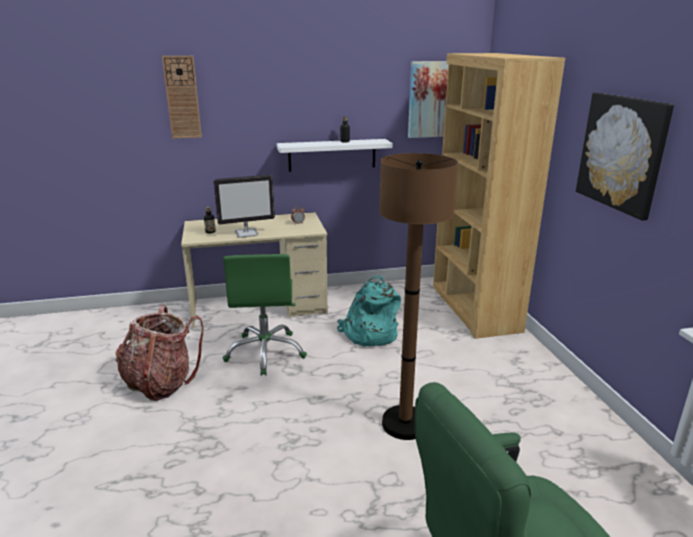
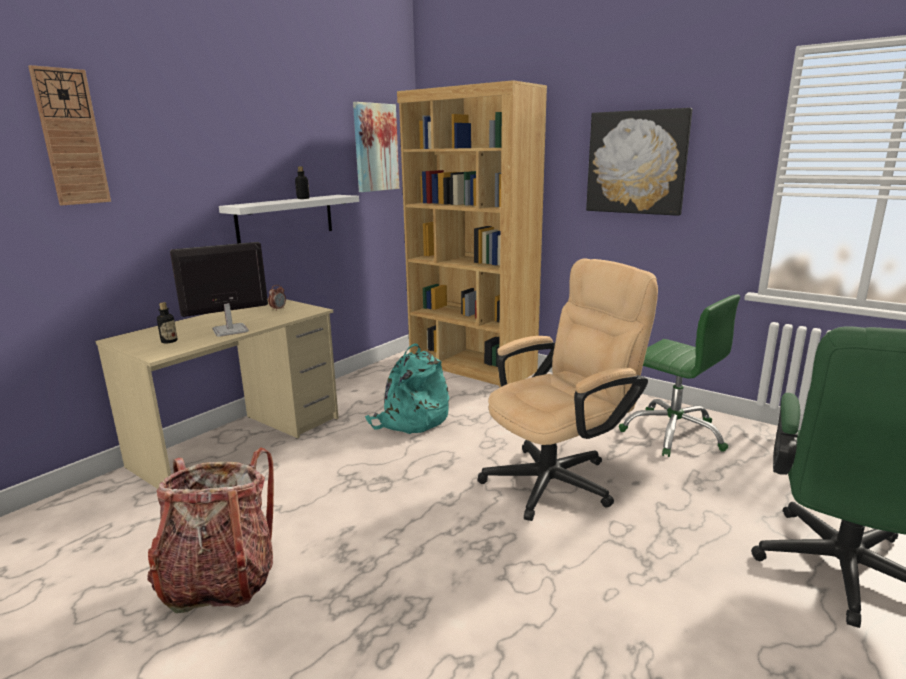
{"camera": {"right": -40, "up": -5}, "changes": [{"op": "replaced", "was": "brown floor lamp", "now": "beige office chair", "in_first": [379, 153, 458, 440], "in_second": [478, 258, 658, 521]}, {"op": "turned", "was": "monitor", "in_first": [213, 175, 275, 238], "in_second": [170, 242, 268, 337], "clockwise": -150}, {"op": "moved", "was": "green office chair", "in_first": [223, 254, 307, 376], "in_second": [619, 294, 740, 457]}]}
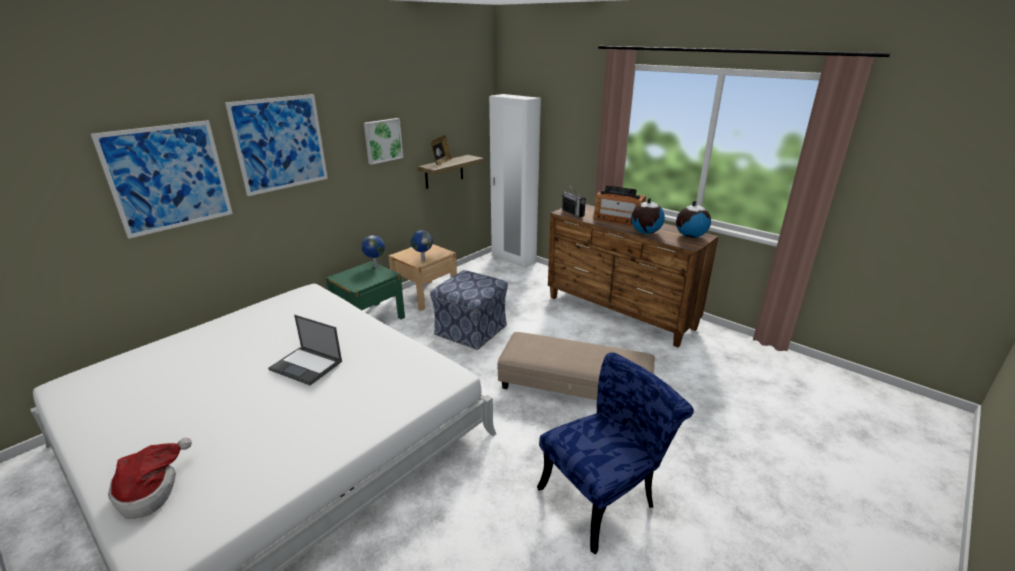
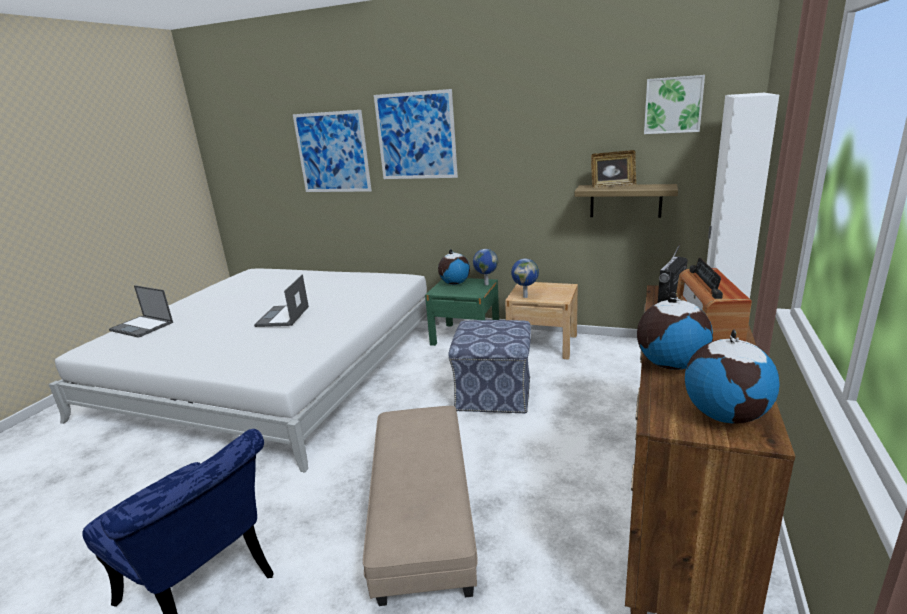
{"camera": {"right": 70, "up": -5}, "changes": [{"op": "moved", "was": "picture", "in_first": [364, 118, 403, 165], "in_second": [644, 75, 705, 134]}, {"op": "replaced", "was": "hat", "now": "laptop", "in_first": [108, 438, 192, 519], "in_second": [109, 285, 173, 338]}, {"op": "added", "now": "globe", "in_second": [438, 249, 470, 285]}]}
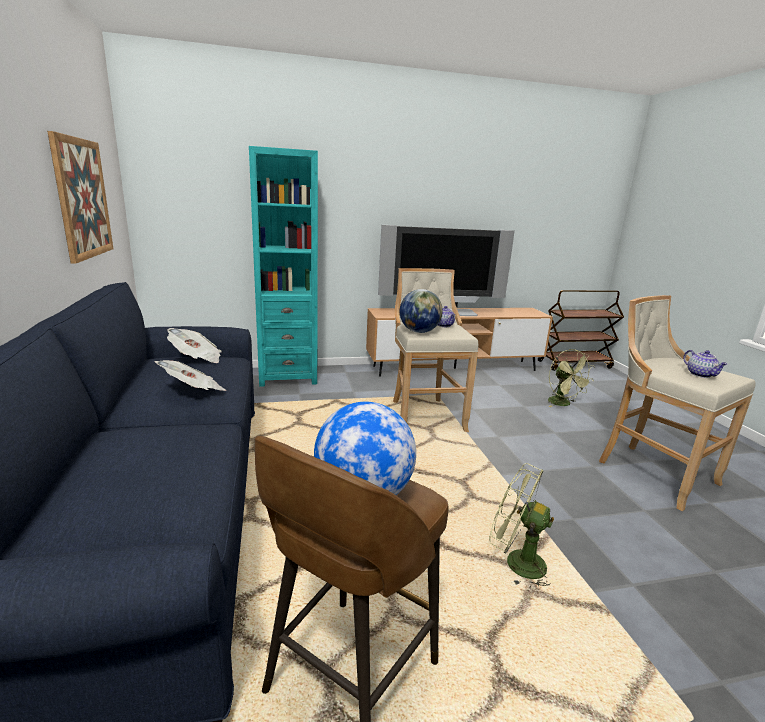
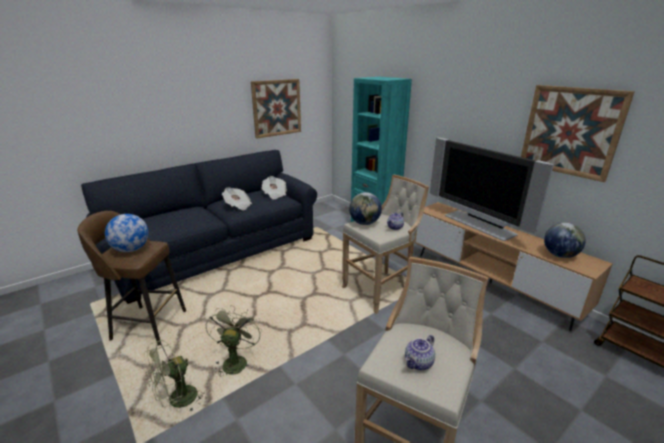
{"camera": {"right": 65, "up": 5}, "changes": [{"op": "moved", "was": "green fan", "in_first": [548, 349, 595, 407], "in_second": [144, 340, 205, 413]}, {"op": "added", "now": "picture", "in_second": [521, 85, 635, 182]}, {"op": "added", "now": "globe", "in_second": [544, 223, 586, 258]}]}
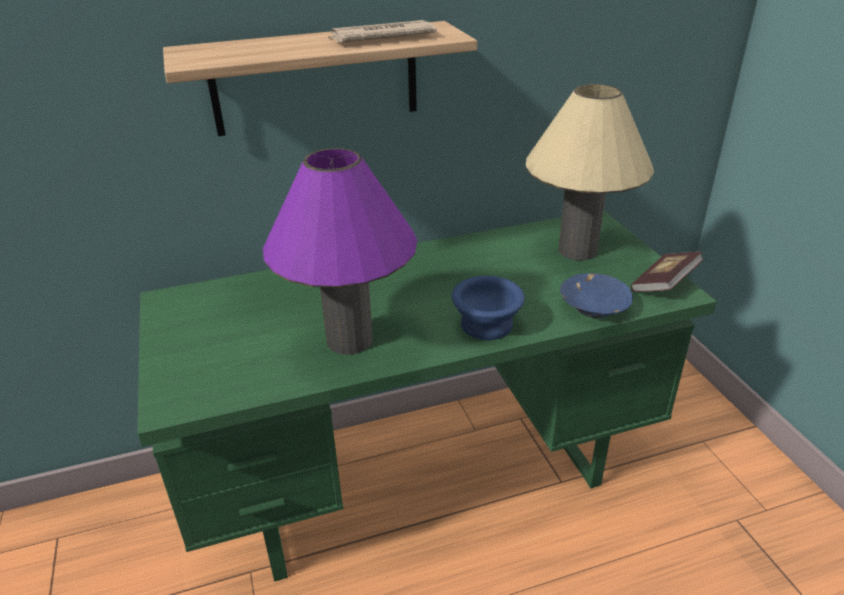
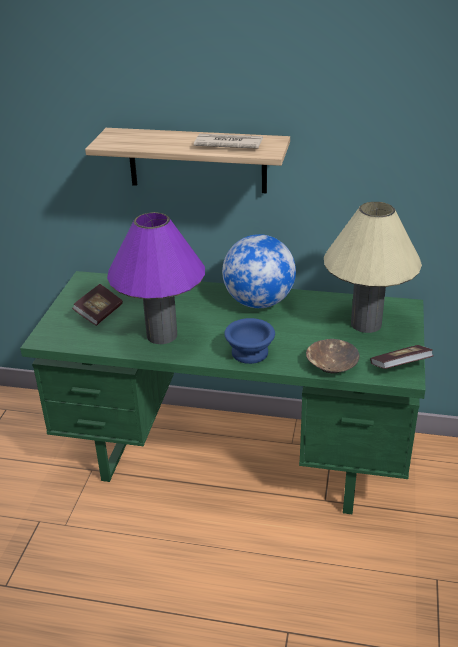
{"camera": {"right": 30, "up": 0}, "changes": [{"op": "recoloured", "was": "blue bowl", "now": "brown bowl", "in_first": [560, 273, 633, 318], "in_second": [306, 339, 360, 373]}, {"op": "added", "now": "globe", "in_second": [222, 234, 296, 308]}, {"op": "added", "now": "book", "in_second": [72, 284, 123, 326]}]}
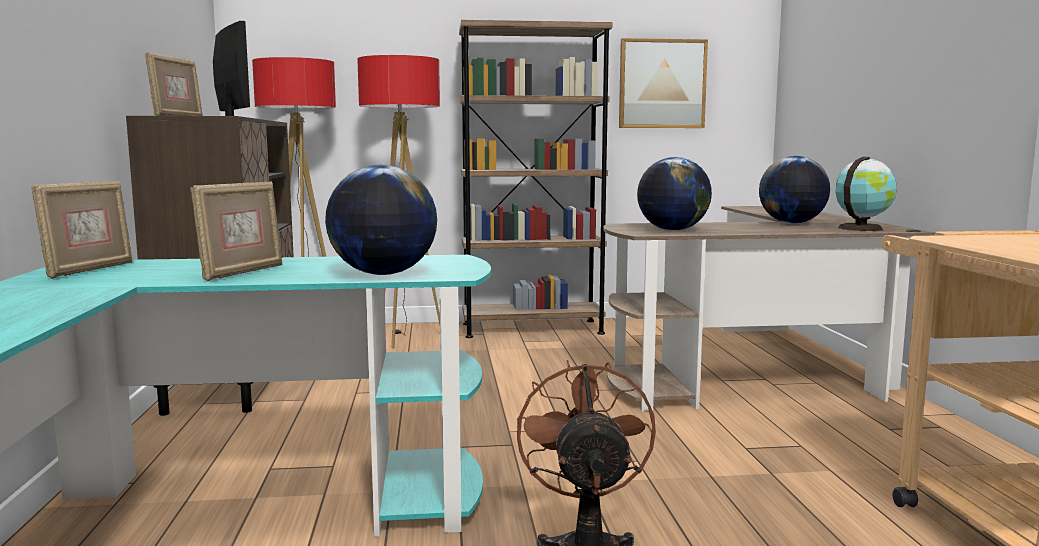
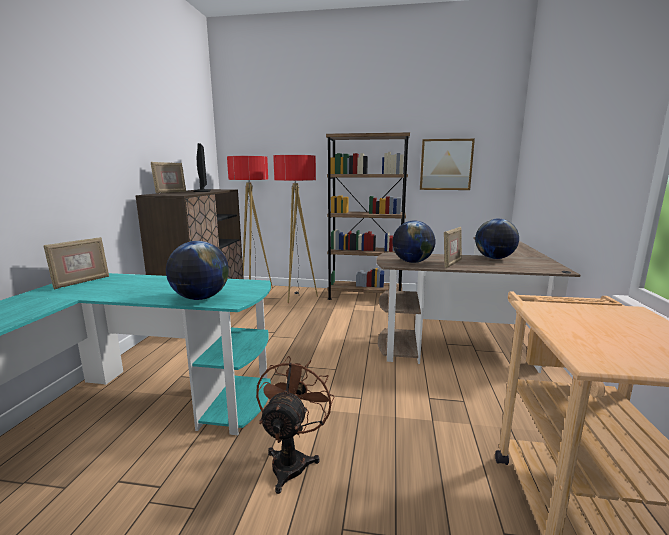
{"camera": {"right": 15, "up": 5}, "changes": [{"op": "removed", "was": "globe", "in_first": [835, 157, 897, 231]}, {"op": "moved", "was": "picture frame", "in_first": [191, 181, 283, 282], "in_second": [444, 226, 462, 268]}]}
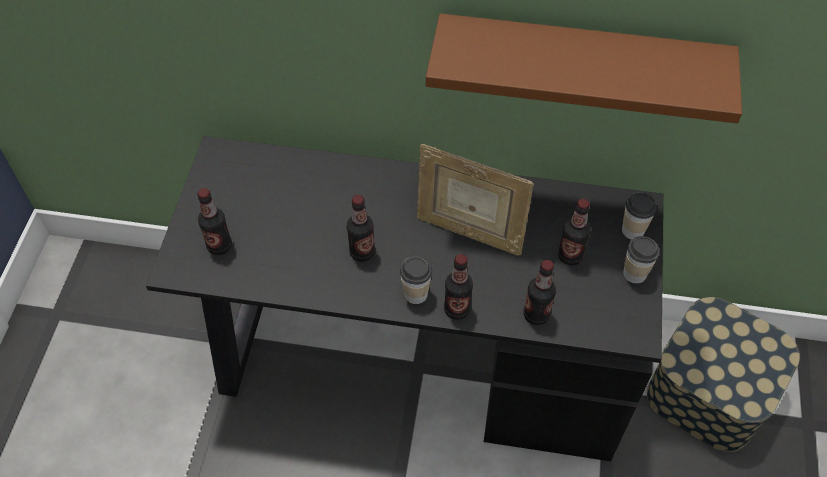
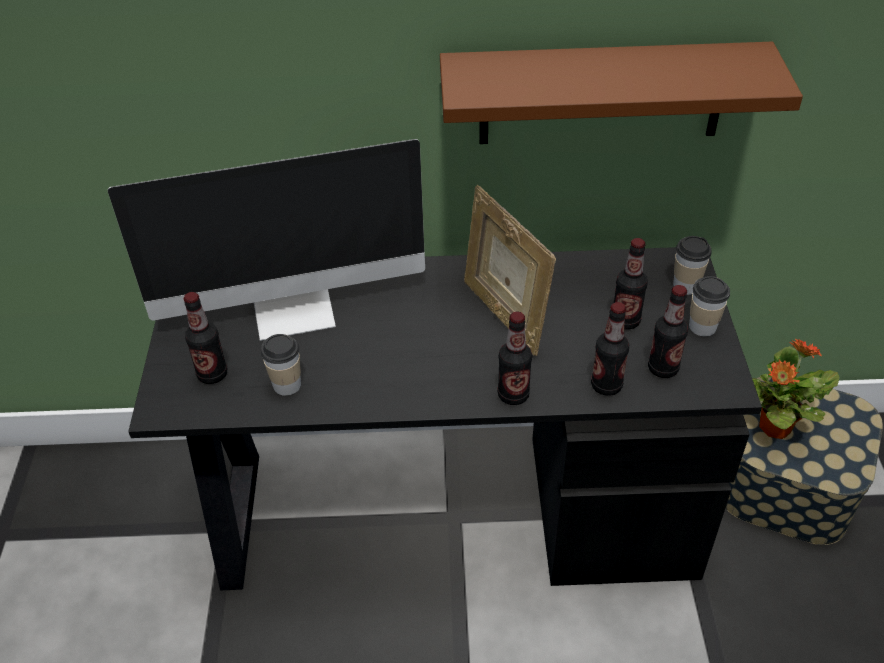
{"camera": {"right": -10, "up": -10}, "changes": [{"op": "turned", "was": "picture frame", "in_first": [417, 144, 534, 256], "in_second": [464, 185, 556, 356], "clockwise": 45}, {"op": "moved", "was": "bottle", "in_first": [347, 195, 375, 262], "in_second": [648, 285, 688, 378]}, {"op": "moved", "was": "cup", "in_first": [400, 256, 432, 304], "in_second": [261, 334, 301, 396]}, {"op": "added", "now": "monitor", "in_second": [108, 139, 425, 341]}, {"op": "added", "now": "potted plant", "in_second": [752, 339, 840, 439]}]}
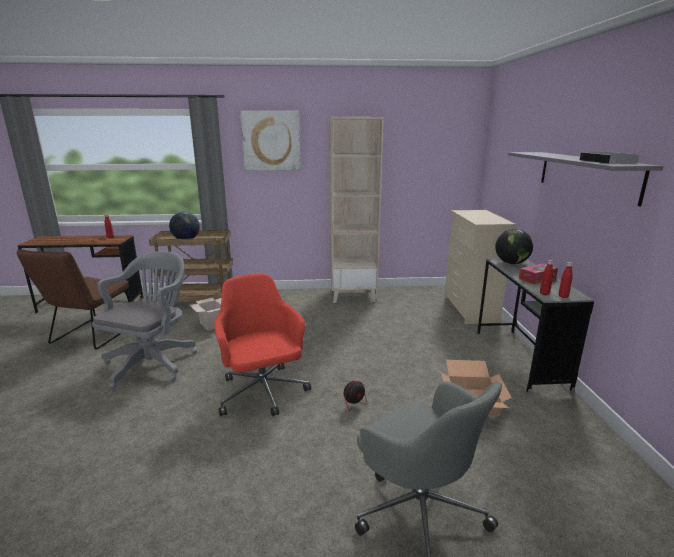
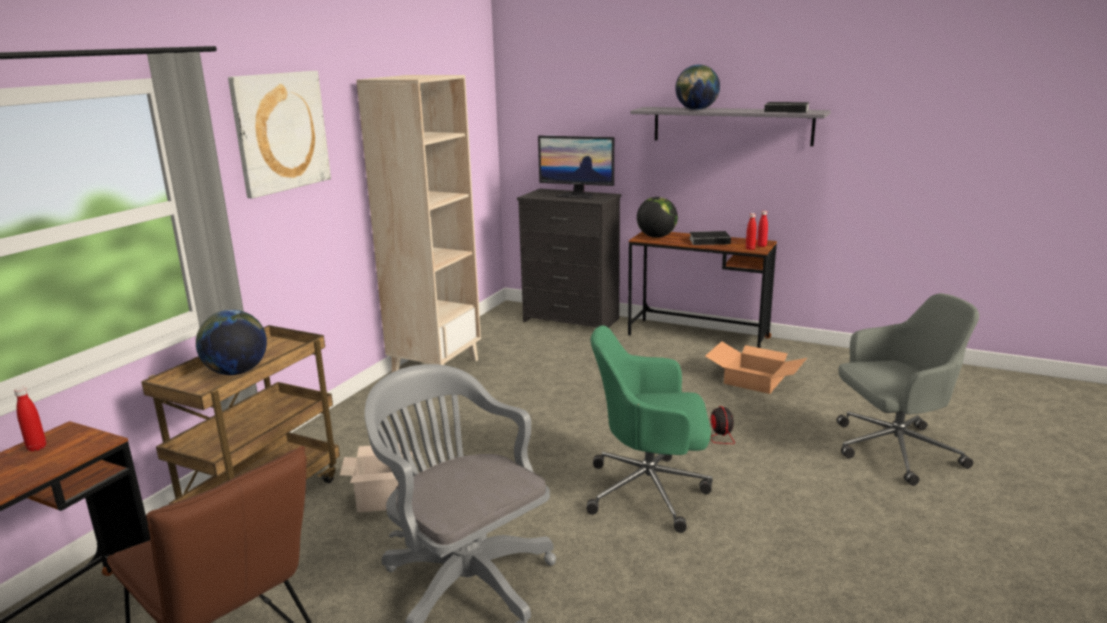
{"camera": {"right": -60, "up": 0}, "changes": [{"op": "recoloured", "was": "beige dresser", "now": "black dresser", "in_first": [444, 210, 516, 324], "in_second": [517, 189, 621, 328]}, {"op": "recoloured", "was": "grey desk", "now": "brown desk", "in_first": [477, 258, 594, 394], "in_second": [628, 232, 777, 348]}, {"op": "replaced", "was": "tissue box", "now": "book", "in_first": [519, 263, 558, 284], "in_second": [689, 231, 733, 245]}, {"op": "recoloured", "was": "red office chair", "now": "green office chair", "in_first": [214, 274, 311, 416], "in_second": [587, 325, 713, 533]}, {"op": "added", "now": "globe", "in_second": [675, 65, 720, 110]}, {"op": "added", "now": "monitor", "in_second": [538, 136, 614, 199]}]}
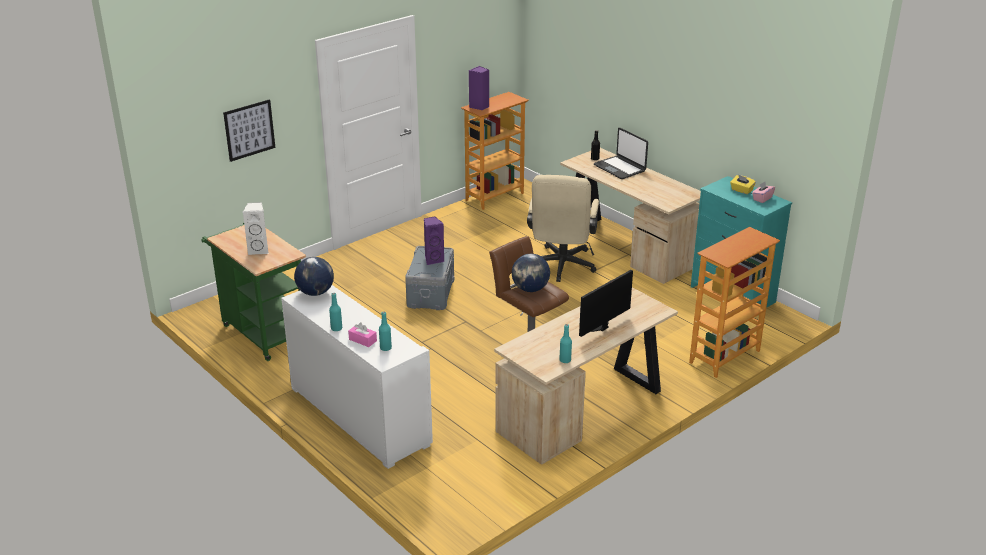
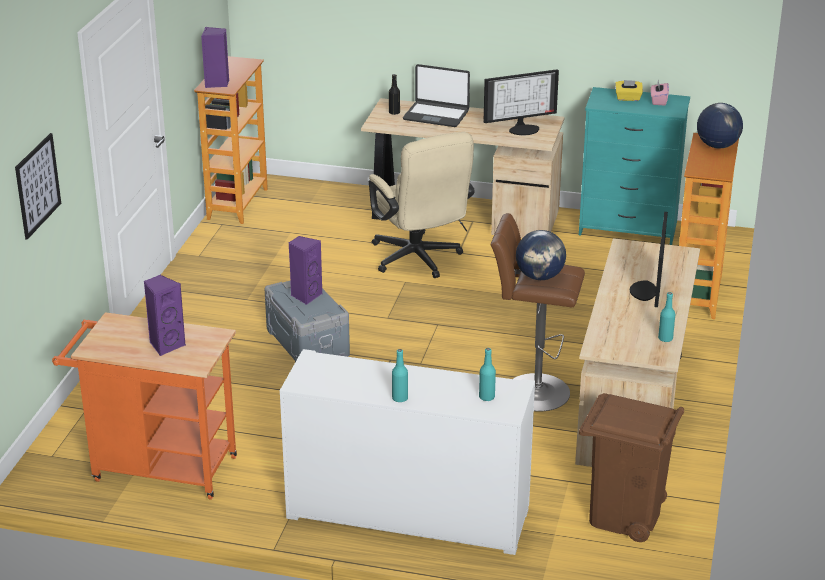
{"camera": {"right": -35, "up": 0}, "changes": [{"op": "recoloured", "was": "white speaker", "now": "purple speaker", "in_first": [243, 202, 269, 255], "in_second": [144, 275, 186, 356]}, {"op": "recoloured", "was": "green cart", "now": "orange cart", "in_first": [201, 223, 306, 361], "in_second": [52, 312, 237, 500]}, {"op": "moved", "was": "globe", "in_first": [294, 257, 334, 296], "in_second": [697, 103, 743, 149]}, {"op": "removed", "was": "pink tissue box", "in_first": [348, 323, 377, 347]}, {"op": "added", "now": "monitor", "in_second": [483, 69, 559, 135]}, {"op": "added", "now": "brown trash can", "in_second": [579, 393, 684, 542]}]}
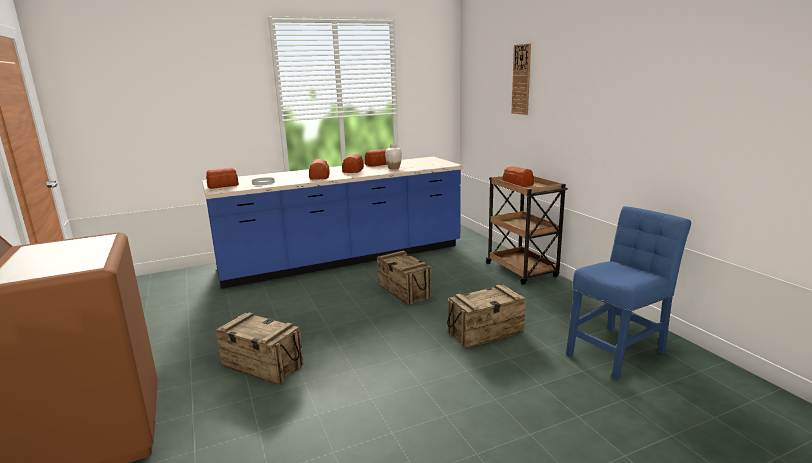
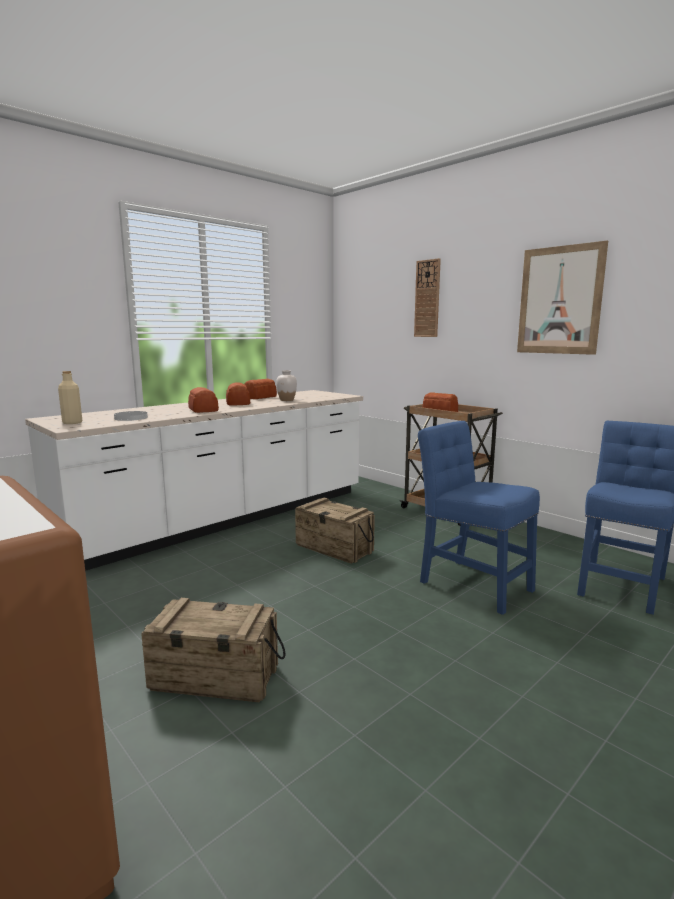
{"camera": {"right": -20, "up": -5}, "changes": [{"op": "recoloured", "was": "blue counter", "now": "white counter", "in_first": [202, 157, 463, 289], "in_second": [25, 390, 363, 571]}, {"op": "replaced", "was": "bread", "now": "beige bottle", "in_first": [206, 167, 239, 189], "in_second": [58, 371, 82, 424]}, {"op": "replaced", "was": "crate", "now": "blue chair", "in_first": [447, 285, 526, 348], "in_second": [418, 421, 540, 615]}, {"op": "added", "now": "picture", "in_second": [517, 241, 608, 355]}]}
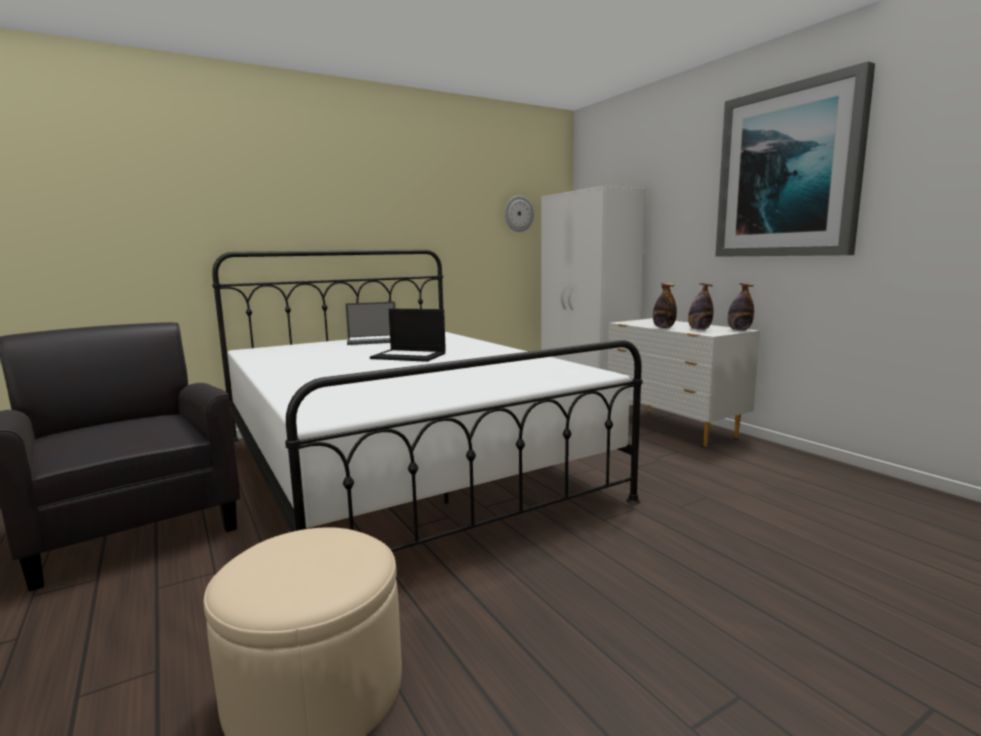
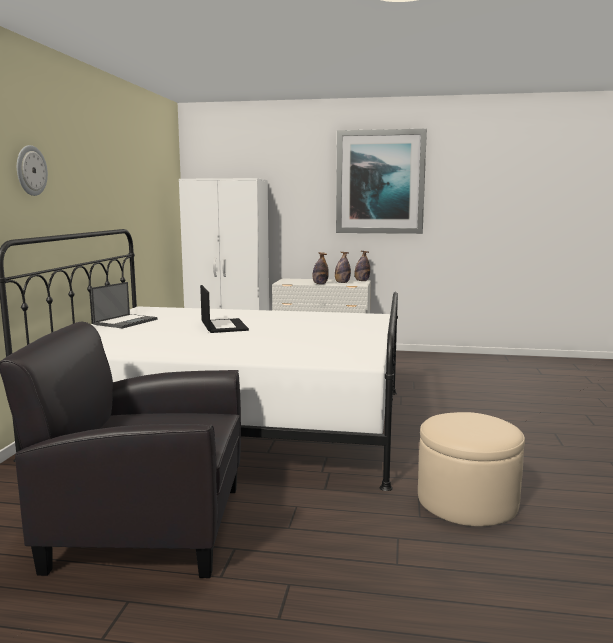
{"camera": {"right": -50, "up": 0}, "changes": [{"op": "moved", "was": "wall clock", "in_first": [504, 196, 534, 232], "in_second": [17, 145, 48, 196]}, {"op": "turned", "was": "laptop", "in_first": [370, 309, 446, 362], "in_second": [200, 285, 249, 333], "clockwise": -75}]}
